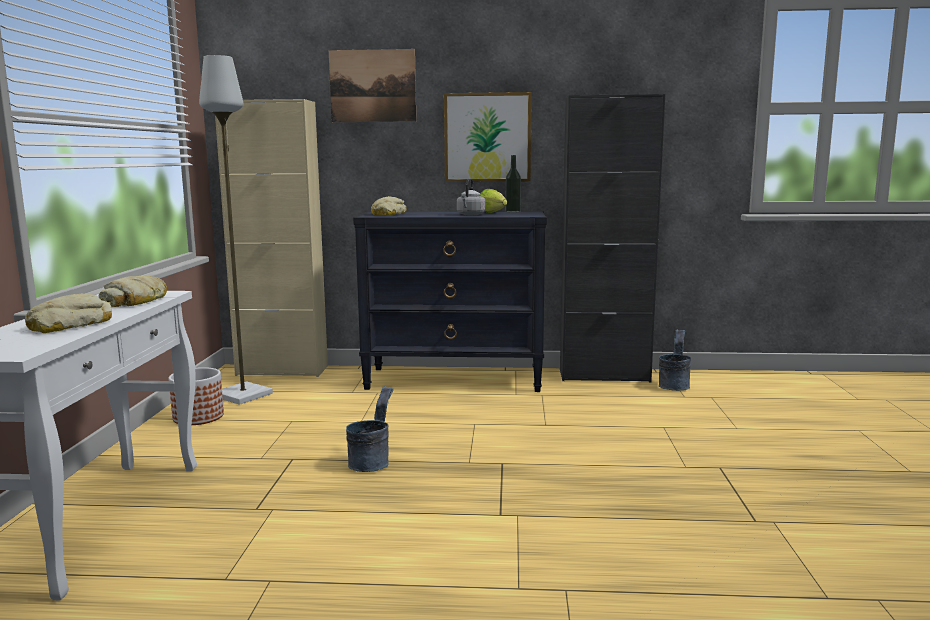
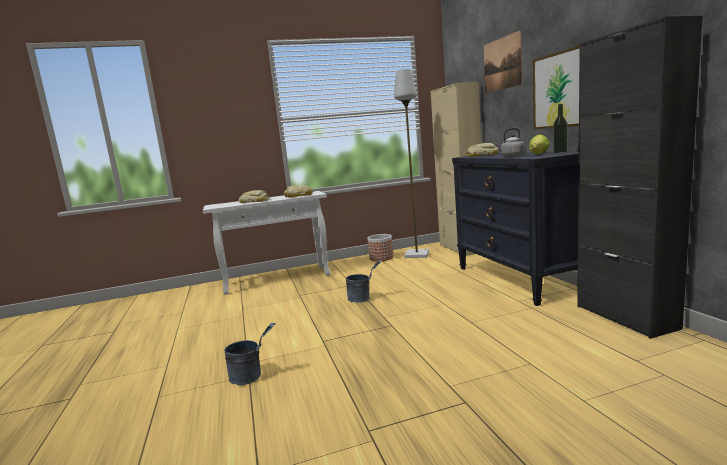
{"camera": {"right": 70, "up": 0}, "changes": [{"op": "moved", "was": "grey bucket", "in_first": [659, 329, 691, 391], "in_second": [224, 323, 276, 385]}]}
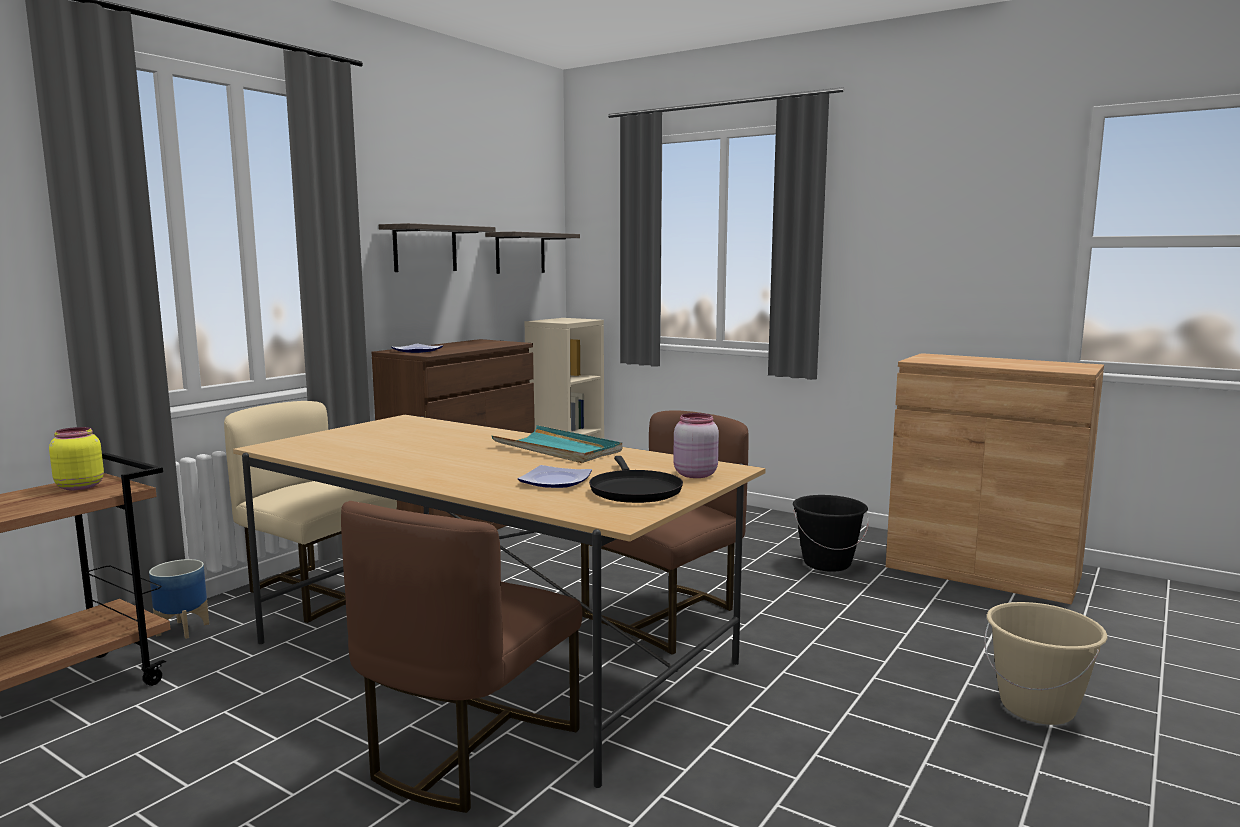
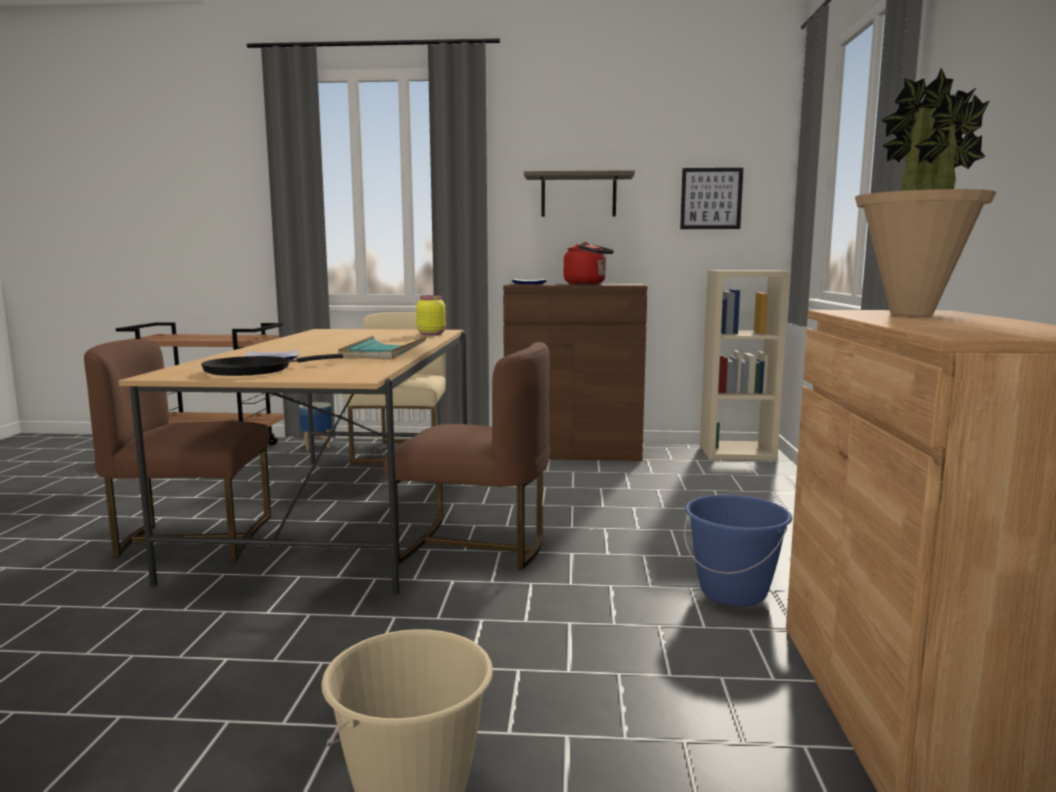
{"camera": {"right": 60, "up": 0}, "changes": [{"op": "replaced", "was": "shelf", "now": "picture", "in_first": [485, 232, 580, 274], "in_second": [680, 168, 743, 229]}, {"op": "removed", "was": "pink jar", "in_first": [673, 413, 719, 478]}, {"op": "moved", "was": "yellow jar", "in_first": [49, 427, 104, 490], "in_second": [416, 295, 446, 335]}, {"op": "recoloured", "was": "black bucket", "now": "blue bucket", "in_first": [793, 495, 868, 572], "in_second": [684, 495, 792, 606]}, {"op": "added", "now": "potted plant", "in_second": [855, 67, 996, 315]}, {"op": "added", "now": "red kettle", "in_second": [564, 242, 614, 284]}]}
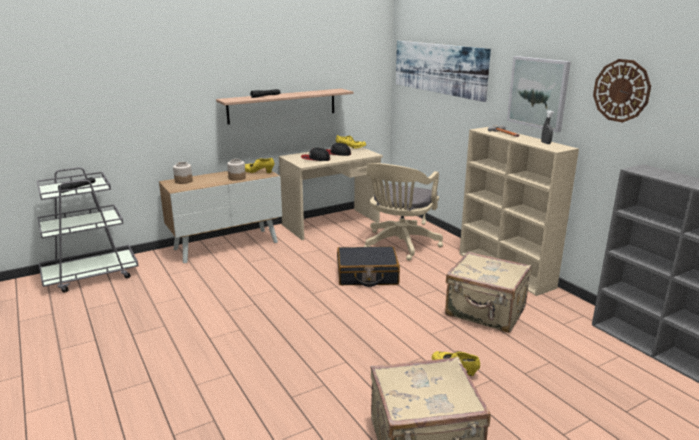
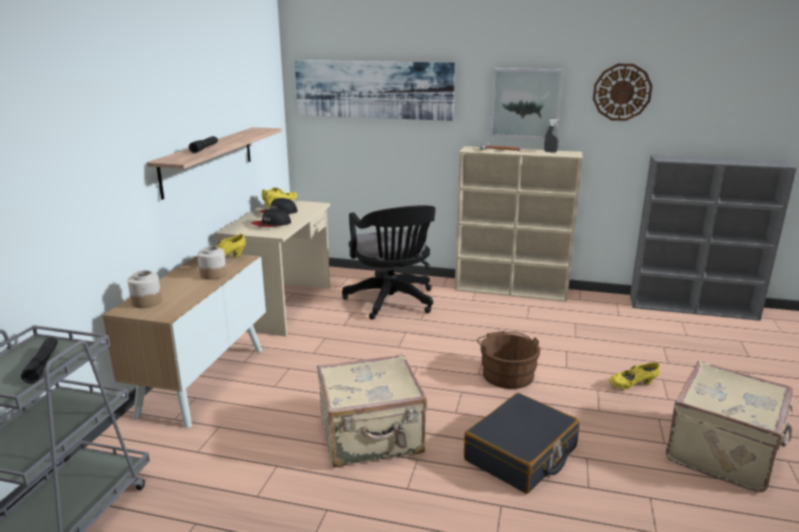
{"camera": {"right": -45, "up": 0}, "changes": [{"op": "recoloured", "was": "beige office chair", "now": "black office chair", "in_first": [364, 163, 443, 261], "in_second": [342, 205, 436, 320]}, {"op": "moved", "was": "black suitcase", "in_first": [337, 246, 400, 287], "in_second": [464, 393, 580, 494]}, {"op": "moved", "was": "beige suitcase", "in_first": [445, 251, 532, 333], "in_second": [317, 354, 427, 468]}, {"op": "added", "now": "brown bucket", "in_second": [477, 331, 540, 389]}]}
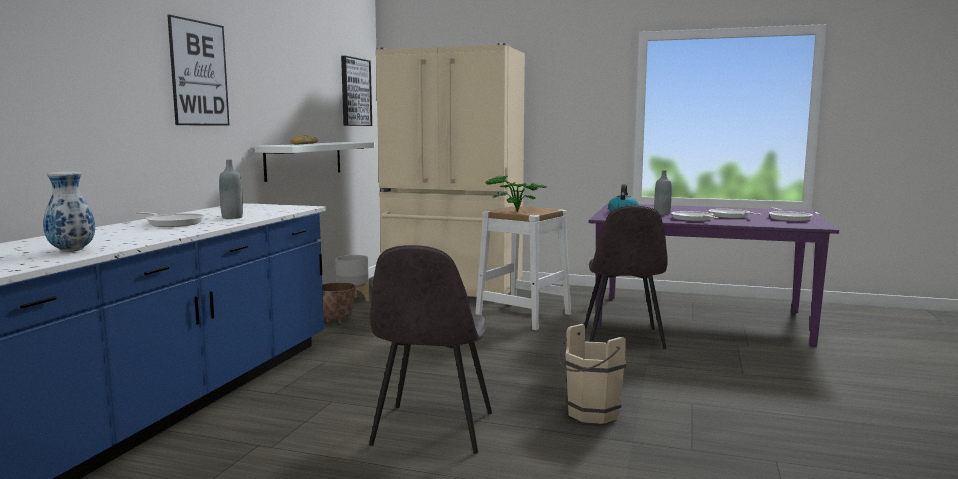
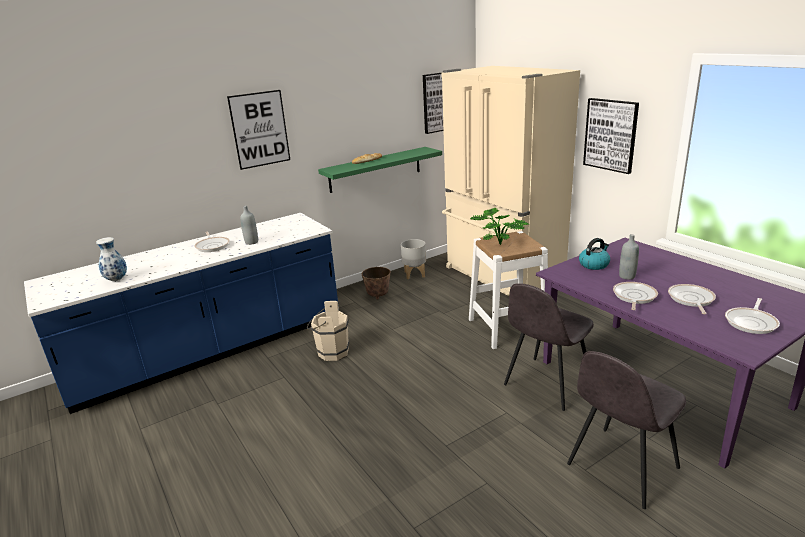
{"camera": {"right": 40, "up": 15}, "changes": [{"op": "recoloured", "was": "white shelf", "now": "green shelf", "in_first": [254, 142, 375, 182], "in_second": [318, 147, 442, 193]}, {"op": "moved", "was": "grey chair", "in_first": [369, 245, 492, 454], "in_second": [567, 351, 686, 509]}, {"op": "moved", "was": "beige bucket", "in_first": [558, 324, 626, 424], "in_second": [307, 301, 349, 361]}, {"op": "added", "now": "picture", "in_second": [583, 98, 639, 174]}]}
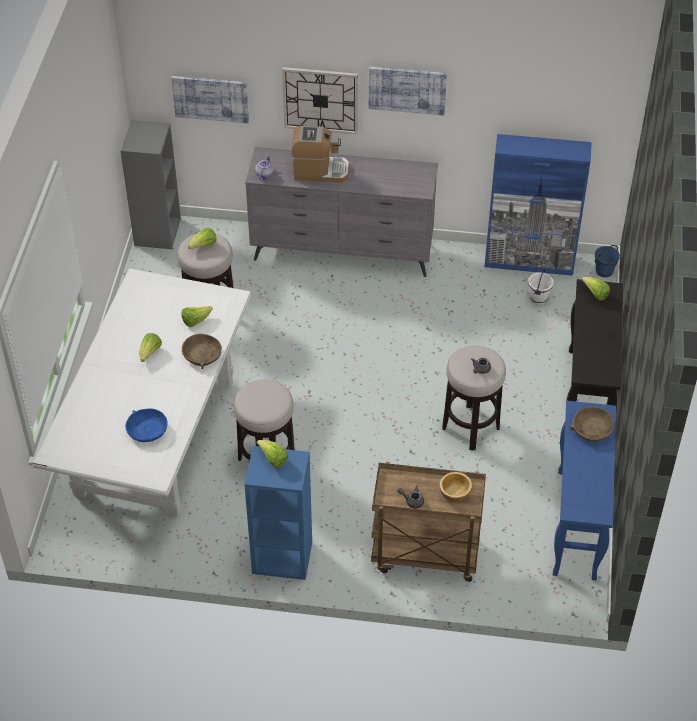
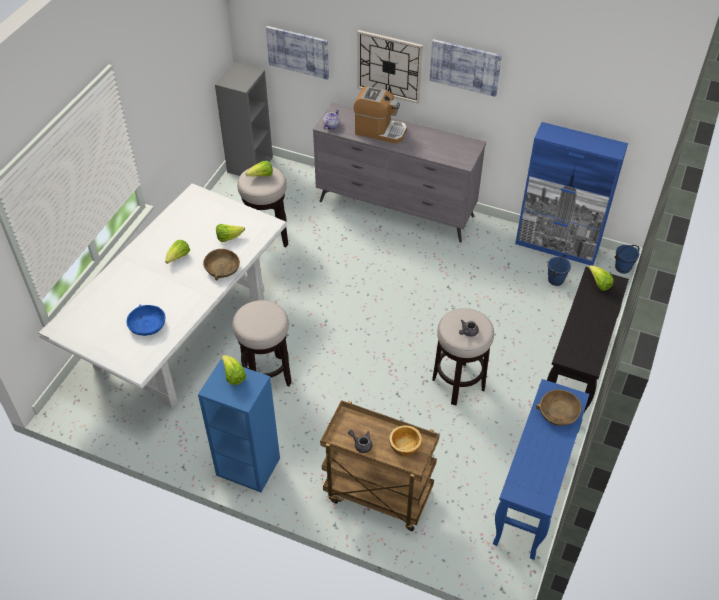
{"camera": {"right": 15, "up": 0}, "changes": [{"op": "recoloured", "was": "white bucket", "now": "blue bucket", "in_first": [528, 269, 554, 305], "in_second": [548, 255, 571, 286]}]}
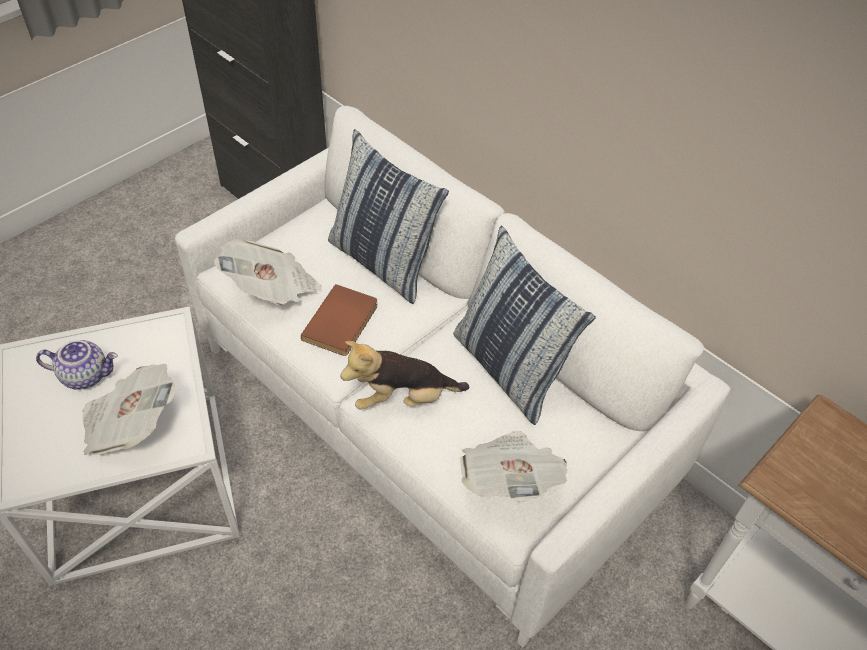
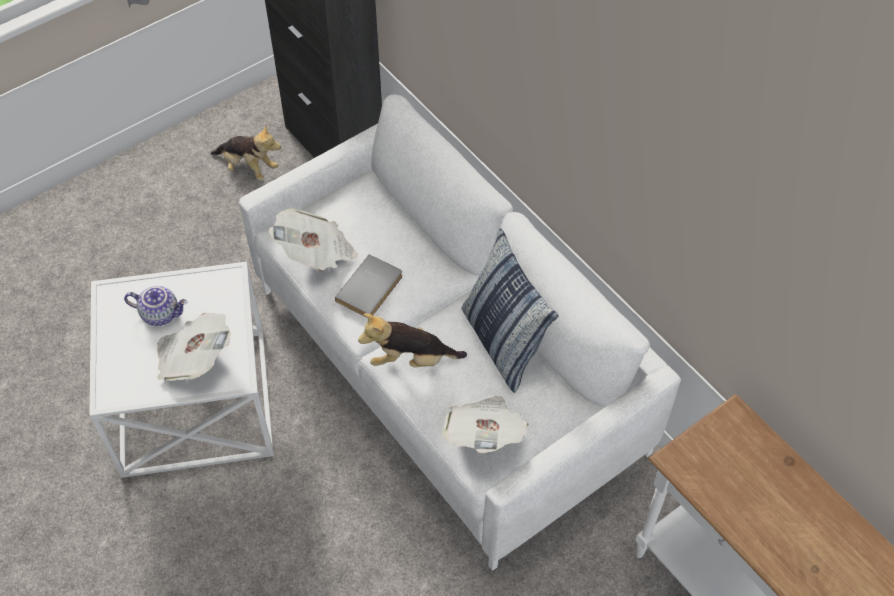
{"camera": {"right": 10, "up": 5}, "changes": [{"op": "removed", "was": "pillow", "in_first": [328, 129, 449, 304]}, {"op": "recoloured", "was": "brown book", "now": "grey book", "in_first": [301, 284, 377, 356], "in_second": [335, 254, 402, 316]}, {"op": "added", "now": "plush toy", "in_second": [210, 125, 281, 181]}]}
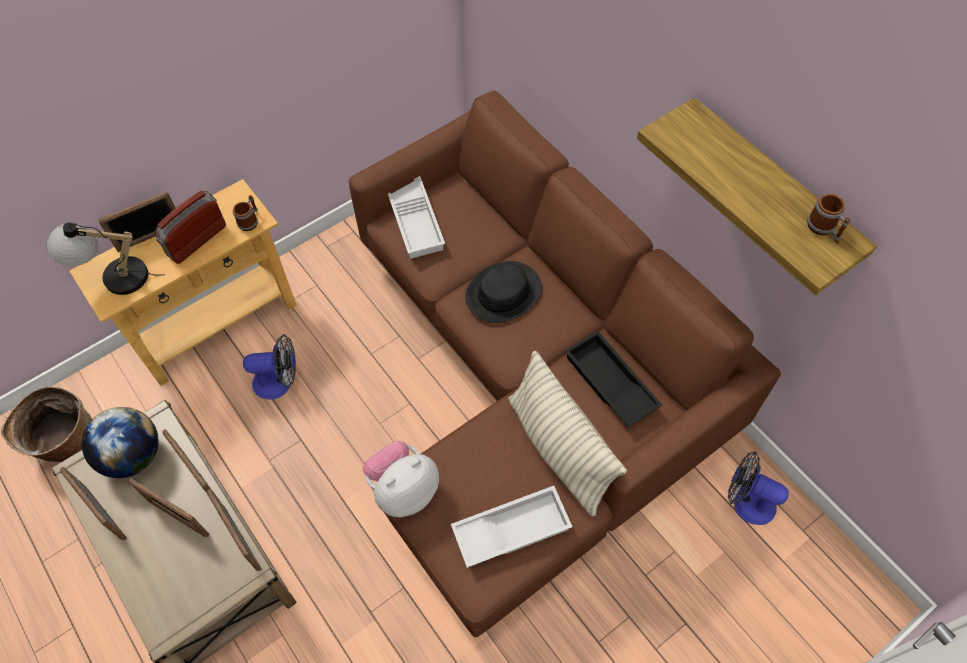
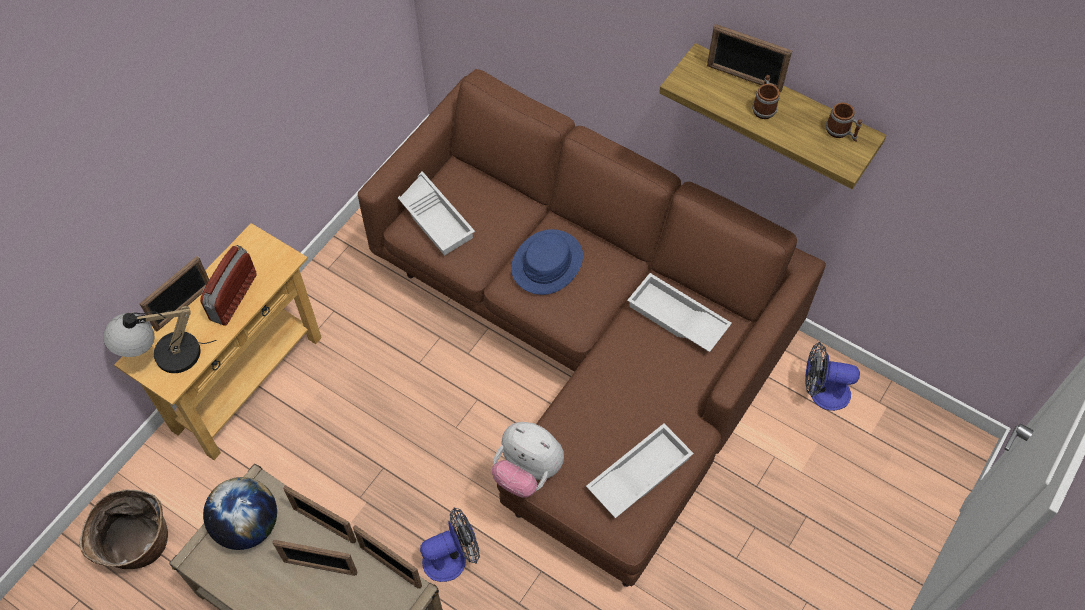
{"camera": {"right": -20, "up": 0}, "changes": [{"op": "moved", "was": "mug", "in_first": [233, 195, 258, 231], "in_second": [752, 75, 780, 119]}, {"op": "recoloured", "was": "black hat", "now": "blue hat", "in_first": [465, 261, 542, 323], "in_second": [511, 229, 583, 295]}, {"op": "recoloured", "was": "black tray", "now": "white tray", "in_first": [565, 331, 662, 428], "in_second": [627, 273, 732, 352]}, {"op": "moved", "was": "fan", "in_first": [243, 334, 296, 399], "in_second": [420, 507, 480, 582]}, {"op": "removed", "was": "pillow", "in_first": [509, 351, 627, 516]}, {"op": "turned", "was": "plush toy", "in_first": [363, 441, 439, 517], "in_second": [492, 422, 564, 498], "clockwise": -90}, {"op": "moved", "was": "picture frame", "in_first": [60, 467, 127, 541], "in_second": [707, 24, 792, 92]}]}
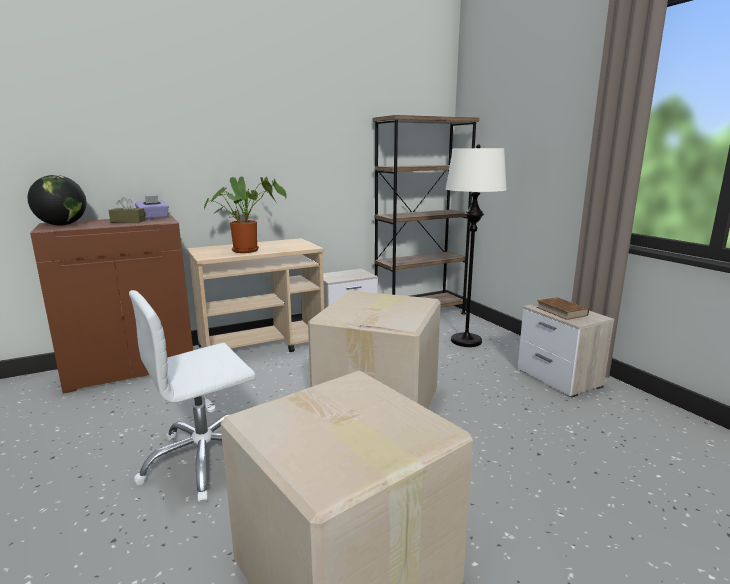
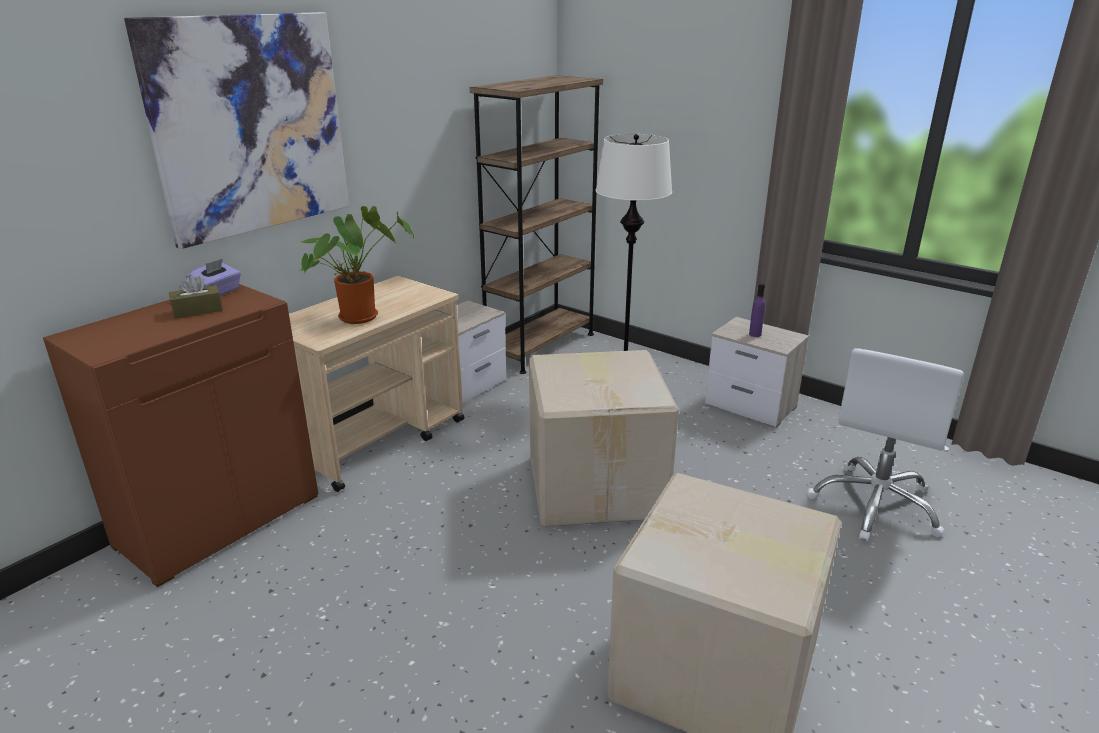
{"camera": {"right": -25, "up": 10}, "changes": [{"op": "removed", "was": "globe", "in_first": [28, 175, 86, 225]}, {"op": "moved", "was": "white office chair", "in_first": [129, 290, 256, 502], "in_second": [807, 348, 964, 542]}, {"op": "replaced", "was": "brown book", "now": "purple bottle", "in_first": [536, 297, 589, 320], "in_second": [749, 283, 765, 337]}, {"op": "added", "now": "picture", "in_second": [124, 12, 349, 249]}]}
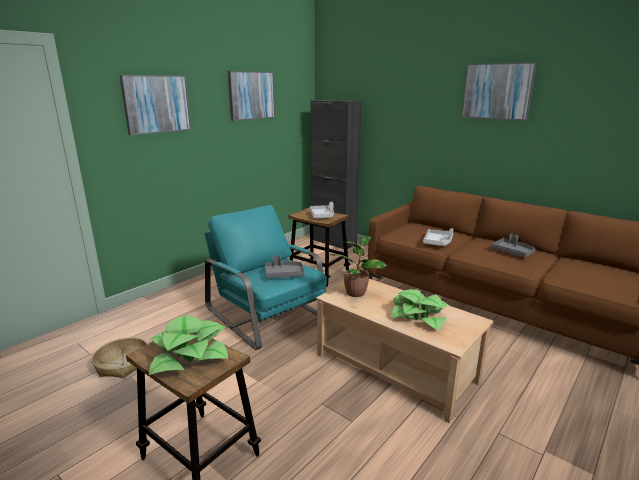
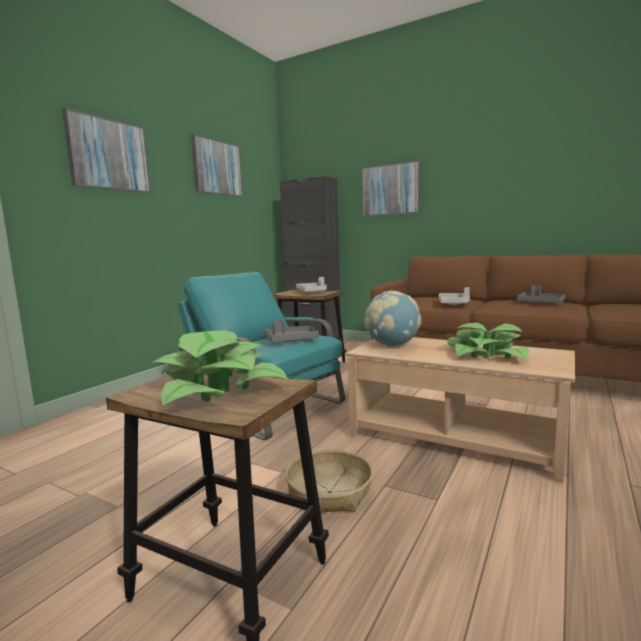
{"camera": {"right": -10, "up": -10}, "changes": [{"op": "moved", "was": "picture", "in_first": [462, 62, 537, 121], "in_second": [362, 160, 420, 216]}, {"op": "replaced", "was": "potted plant", "now": "globe", "in_first": [328, 236, 387, 297], "in_second": [364, 291, 421, 347]}, {"op": "moved", "was": "basket", "in_first": [92, 338, 148, 378], "in_second": [286, 450, 373, 513]}]}
